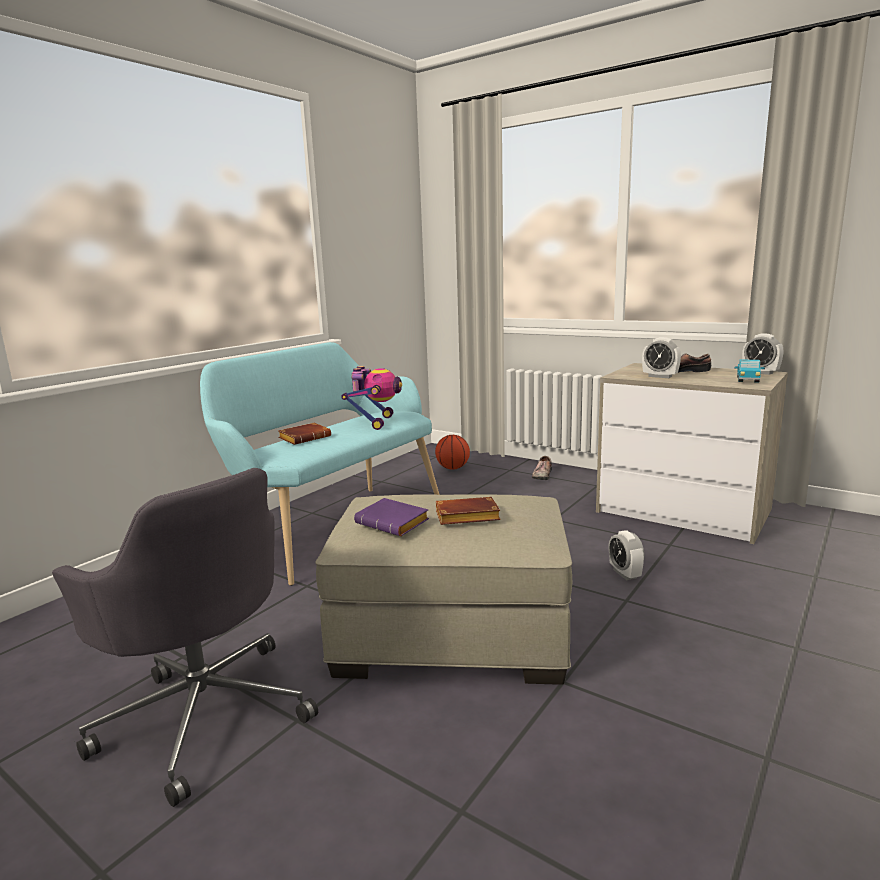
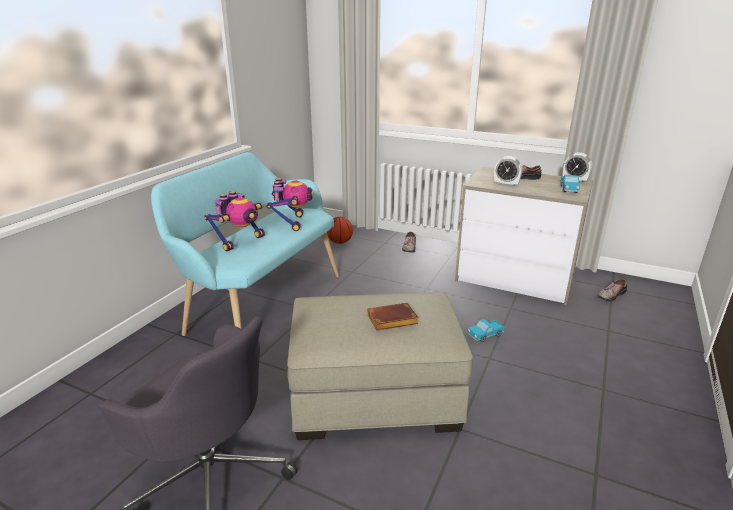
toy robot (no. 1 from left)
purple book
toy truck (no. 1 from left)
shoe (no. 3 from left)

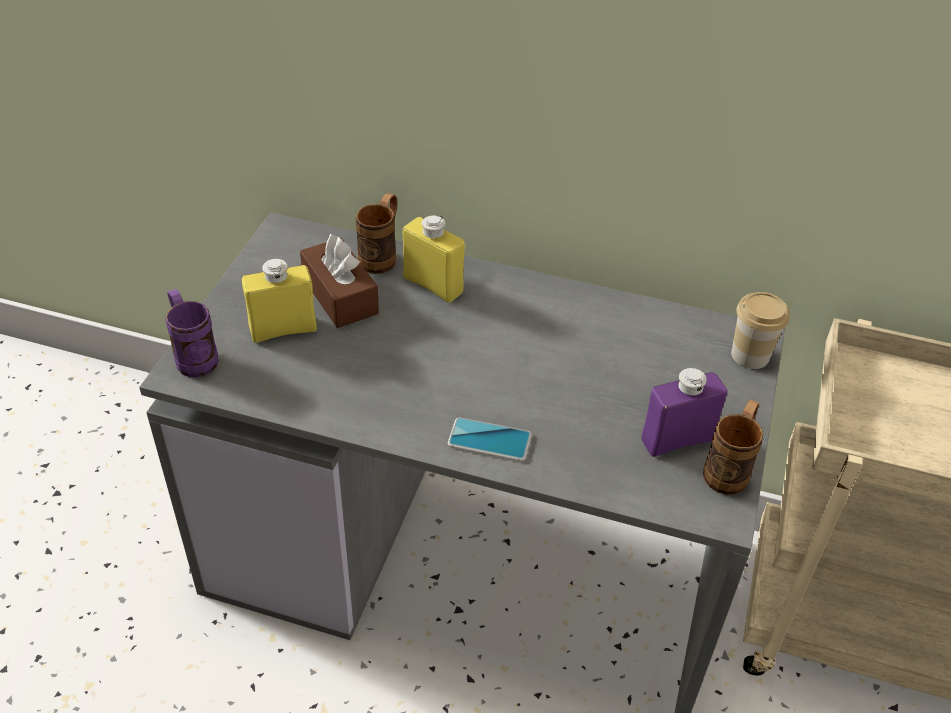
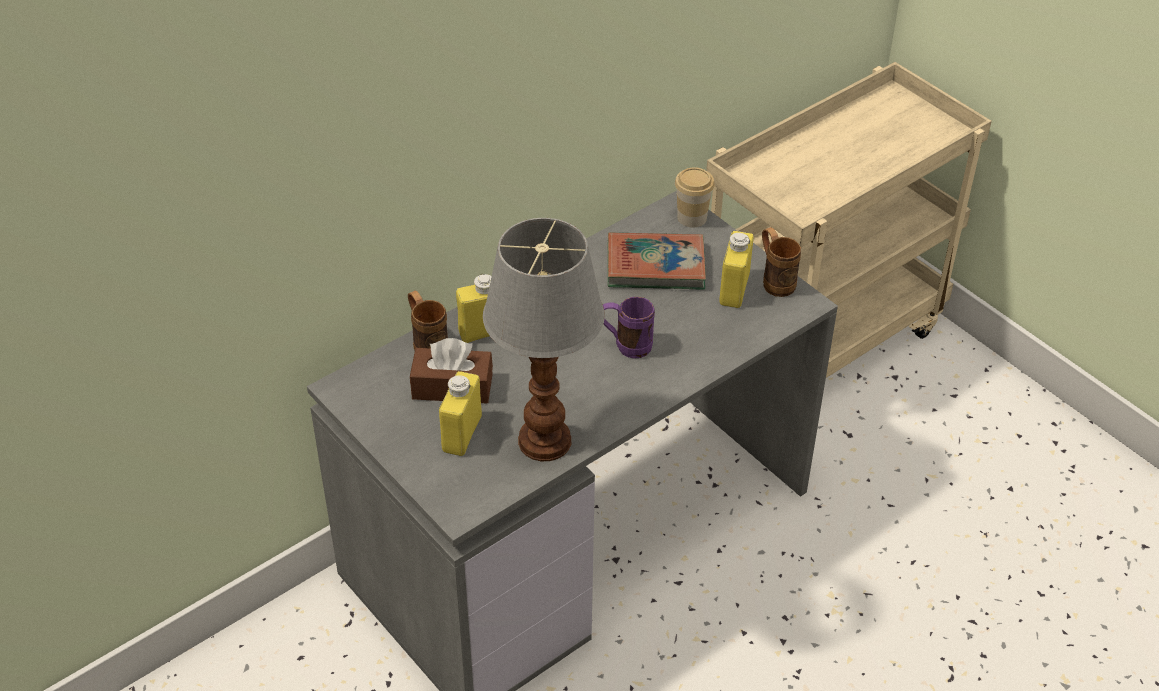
purple mug
phone
yellow bottle (no. 3 from left)
table lamp
book

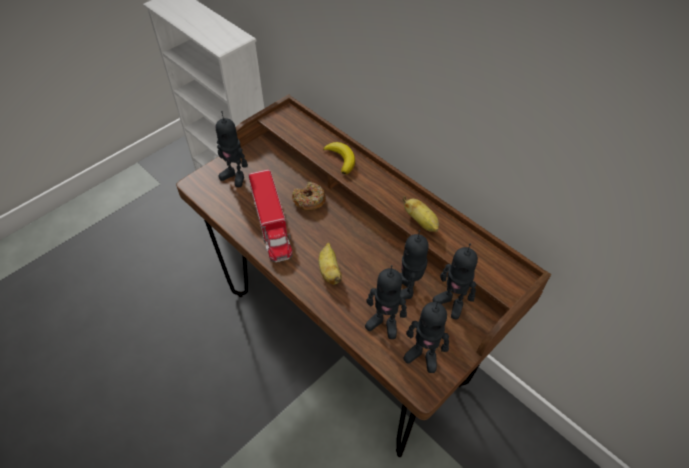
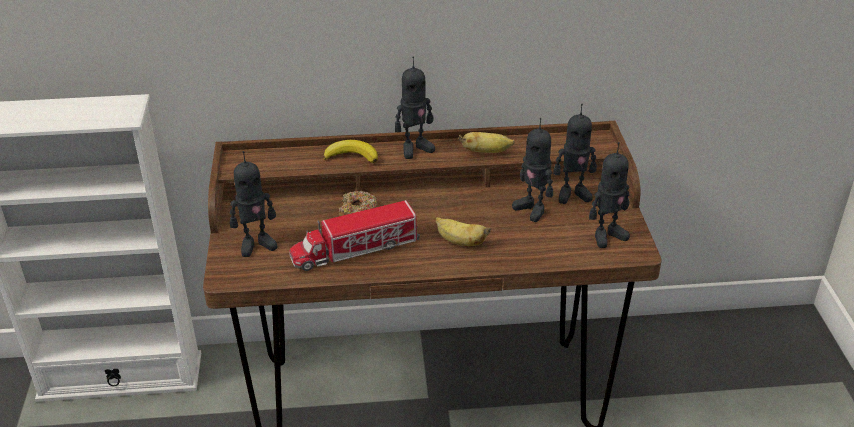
toy truck
toy robot (no. 2 from left)

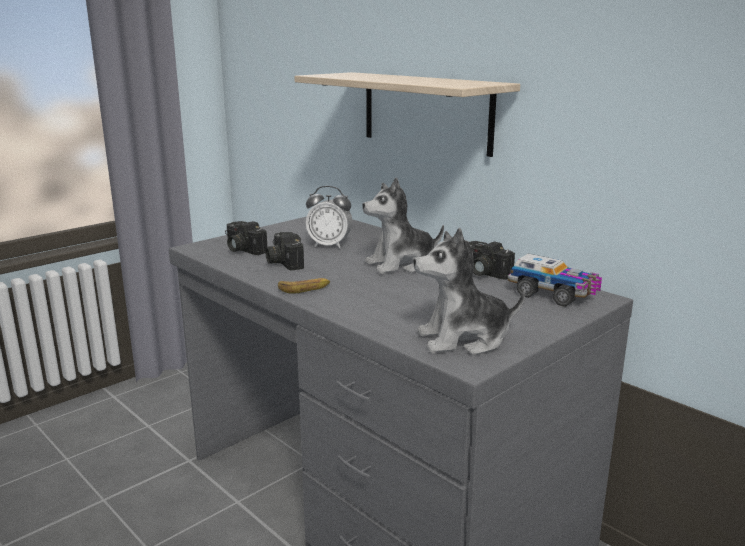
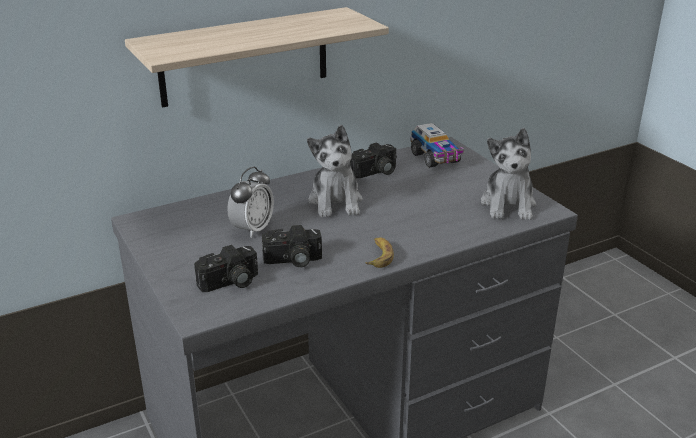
toy truck

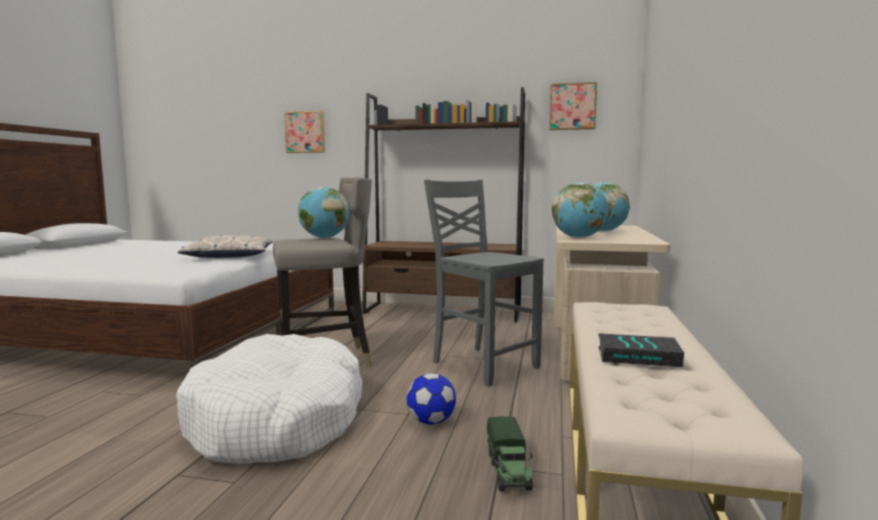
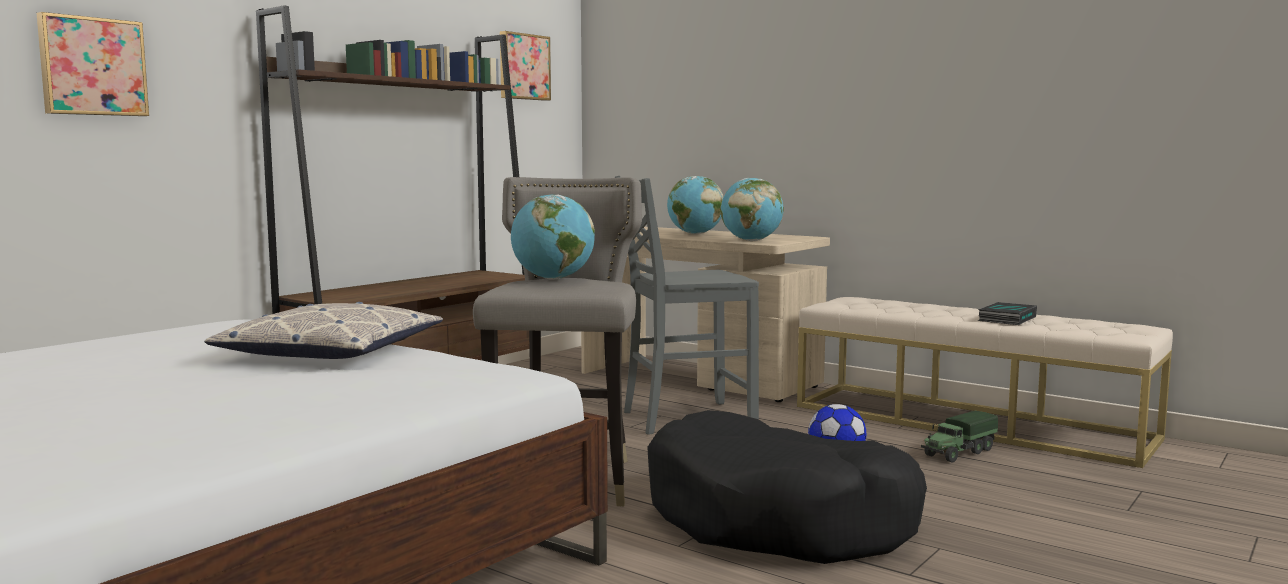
black dog bed
toy truck

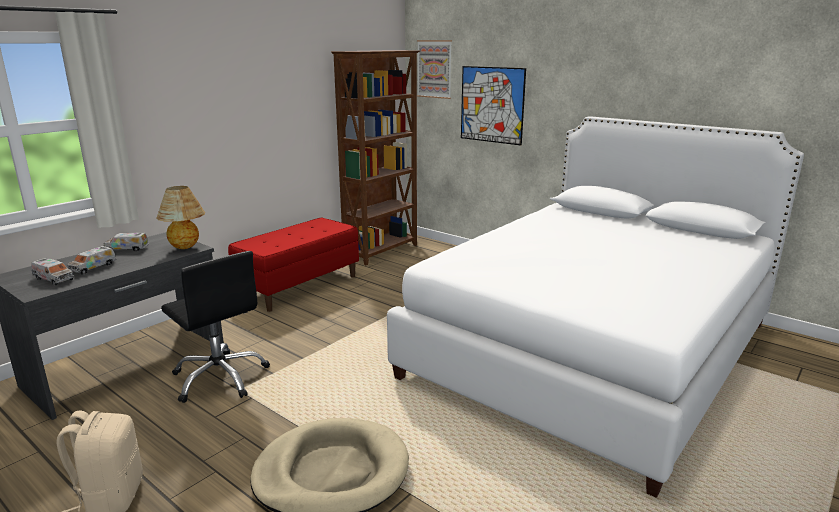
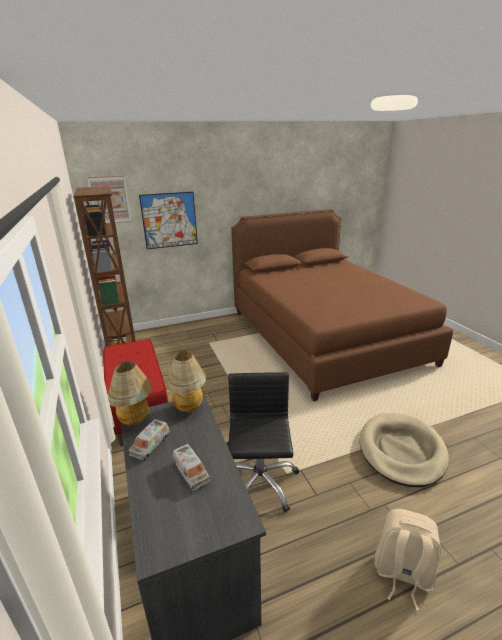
toy truck (no. 1 from left in the first image)
black office chair
brown bed
table lamp (no. 1 from left)

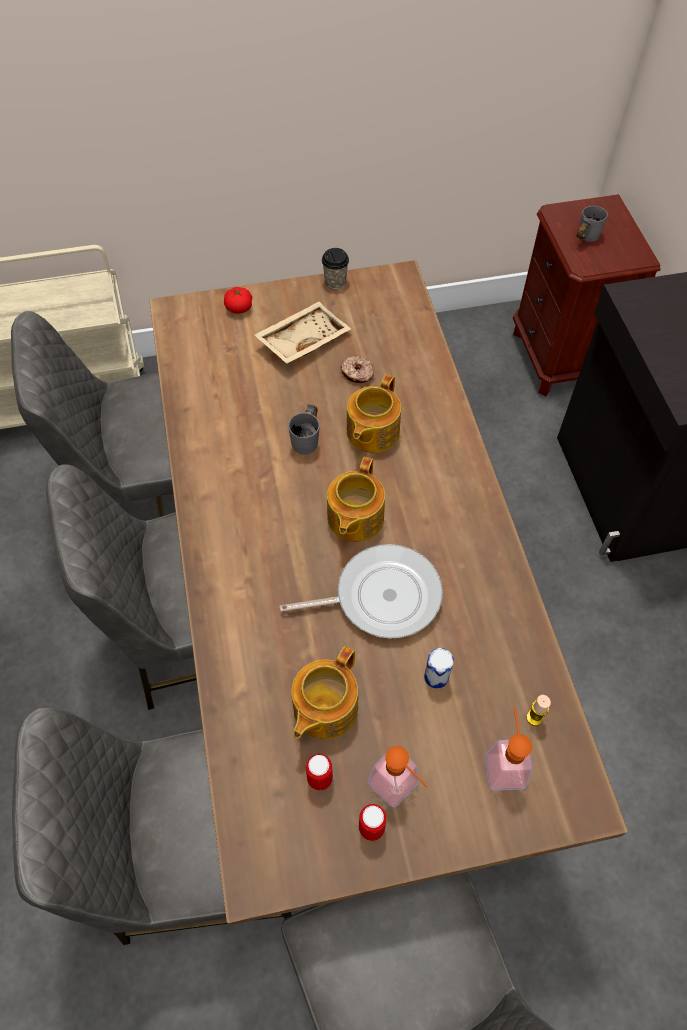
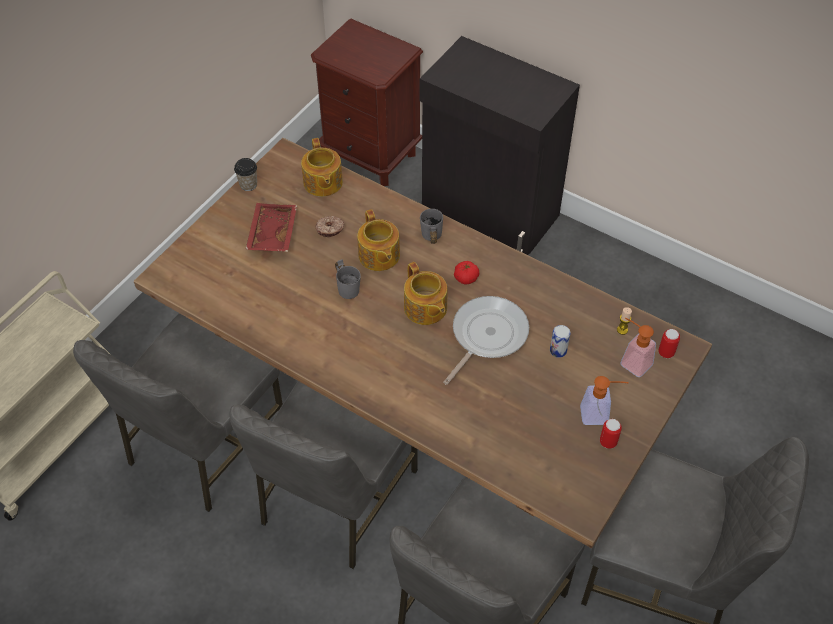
tomato
red tray
teapot (no. 1 from left)
can (no. 3 from left)
grey mug (no. 2 from left)

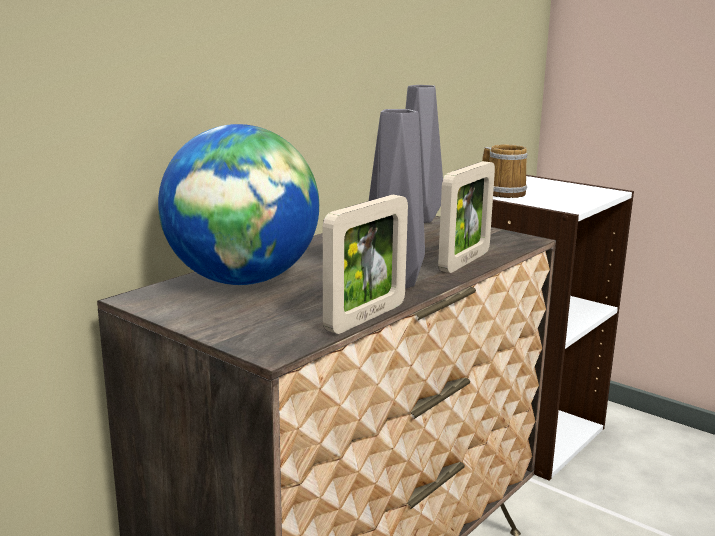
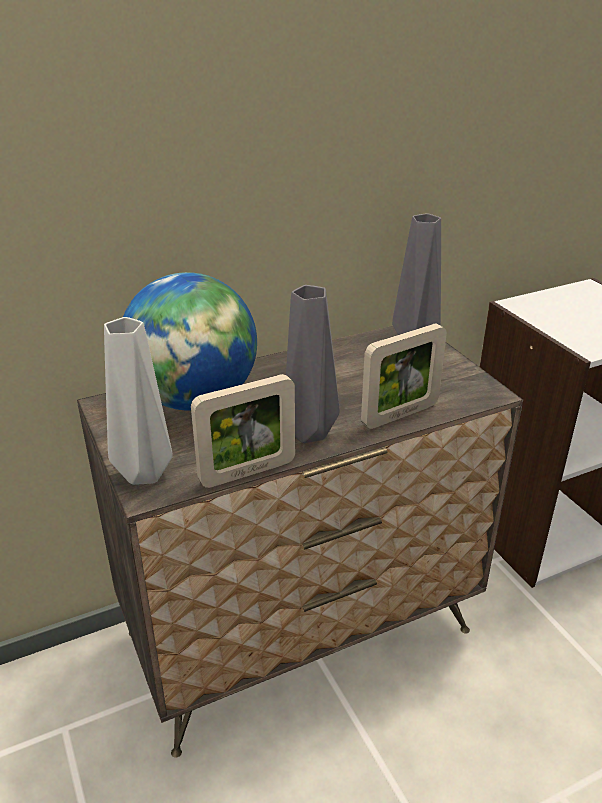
mug
grey vase (no. 1 from left)

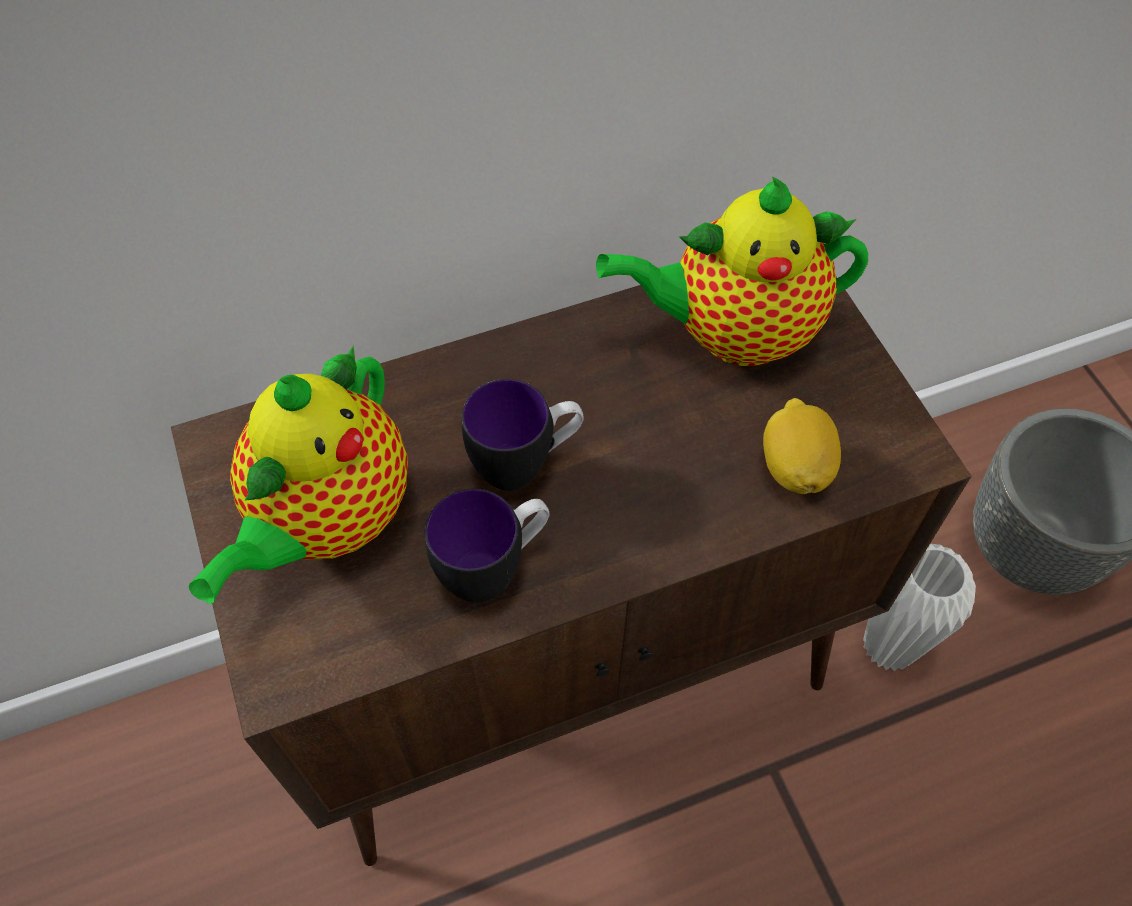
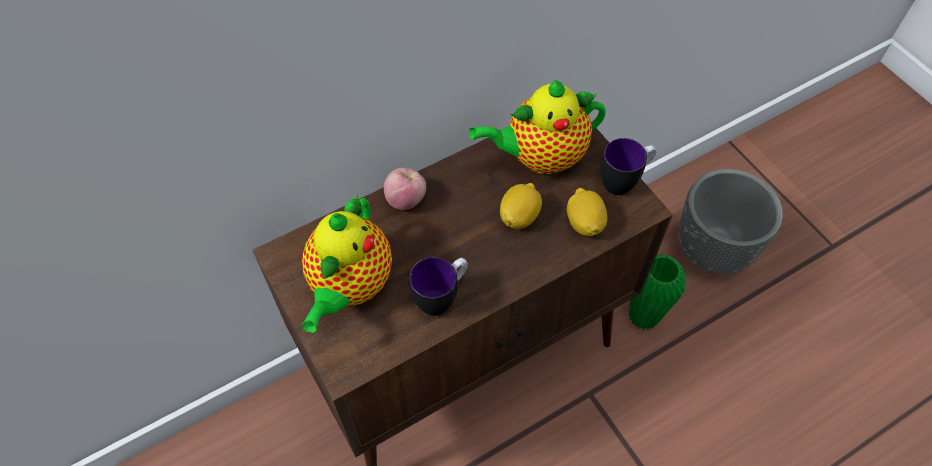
mug (no. 2 from left)
green vase
apple
lemon (no. 1 from left)

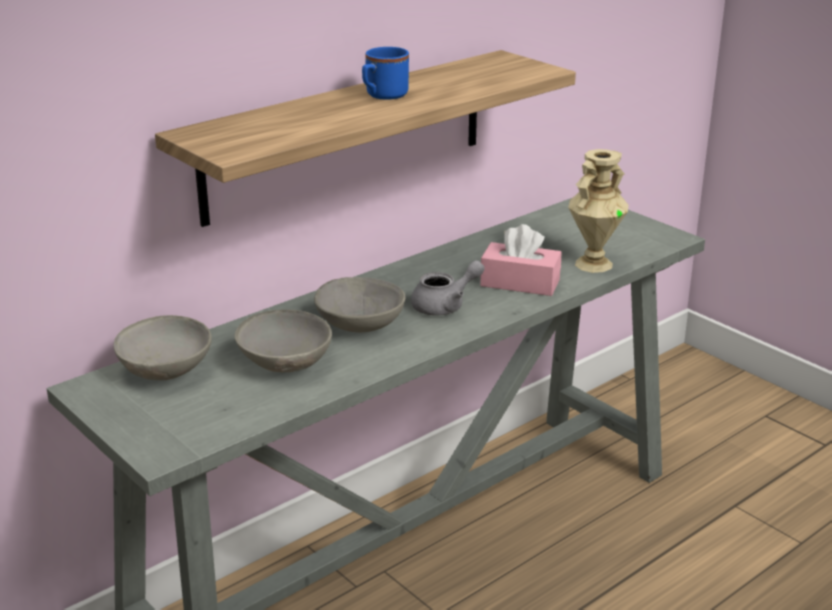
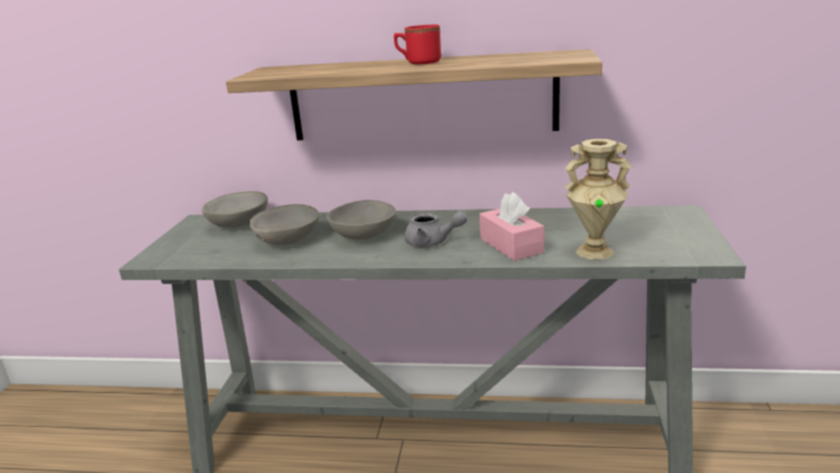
red mug

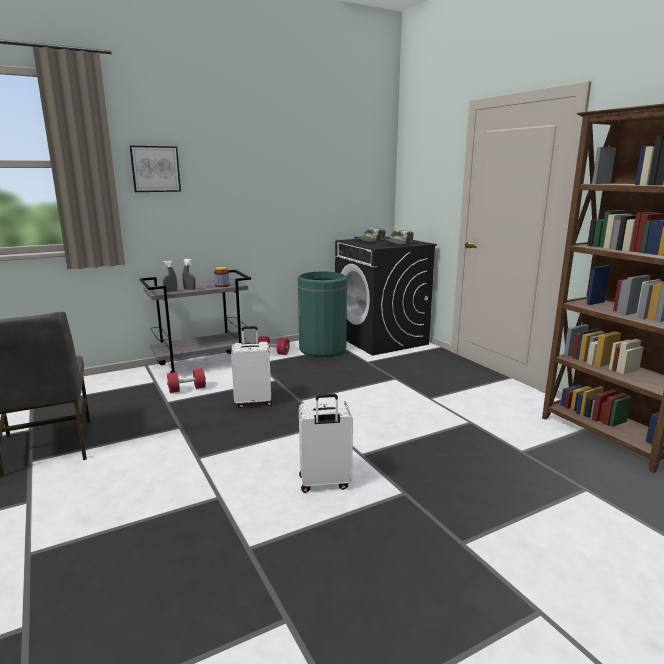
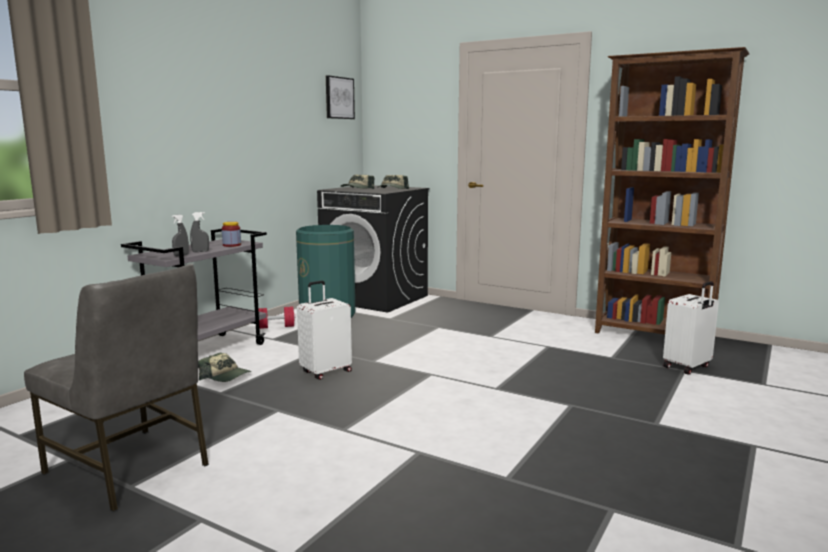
picture
cap (no. 1 from left)
white suitcase (no. 2 from left)

